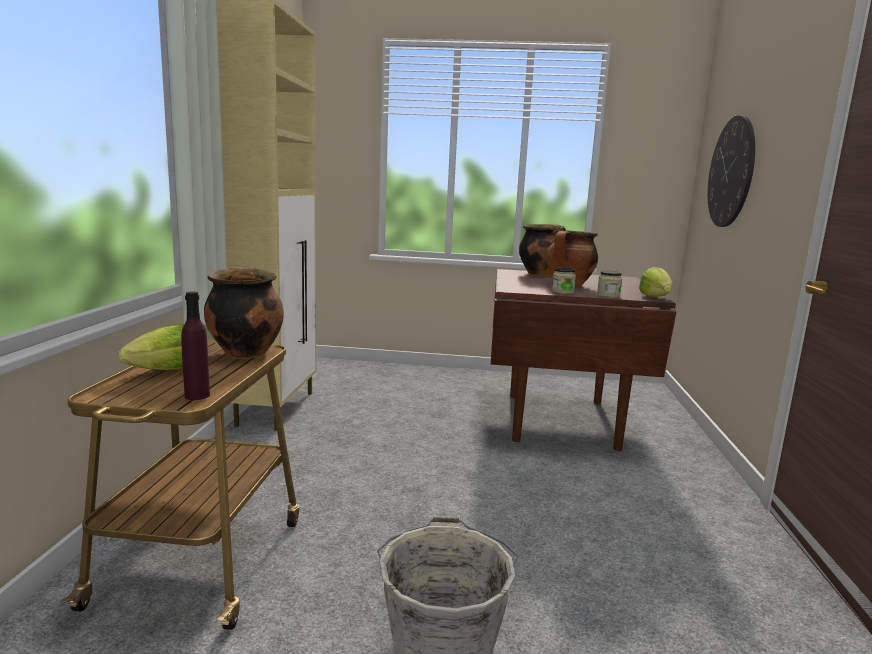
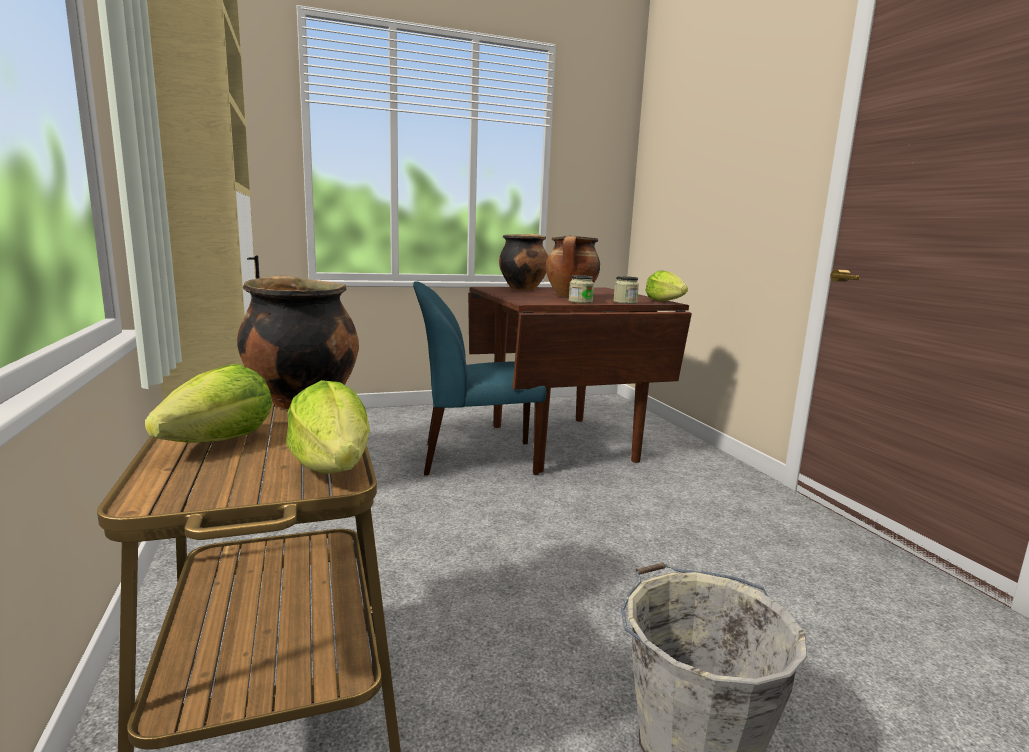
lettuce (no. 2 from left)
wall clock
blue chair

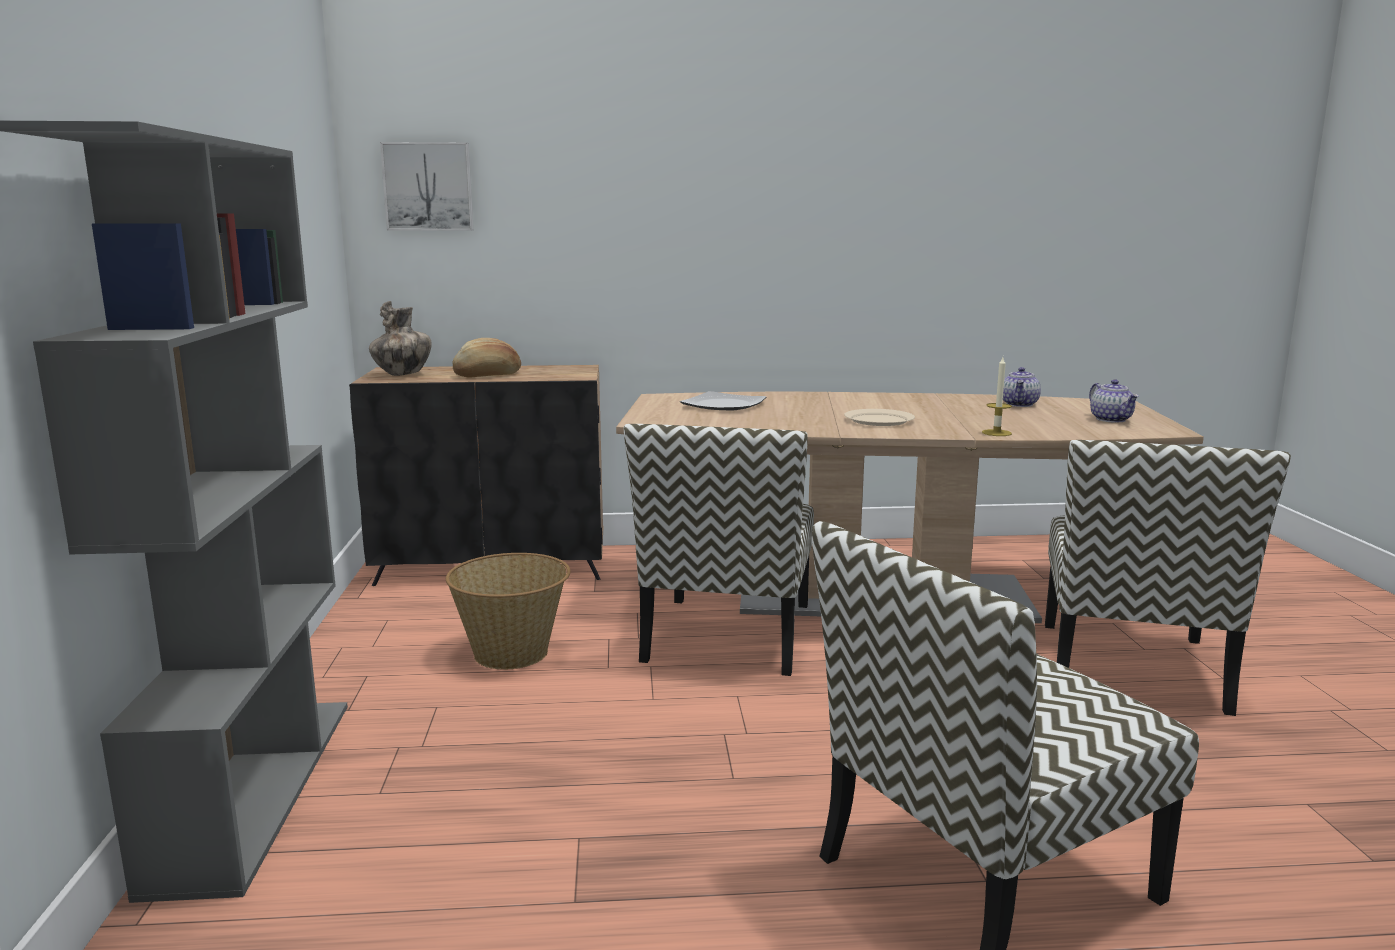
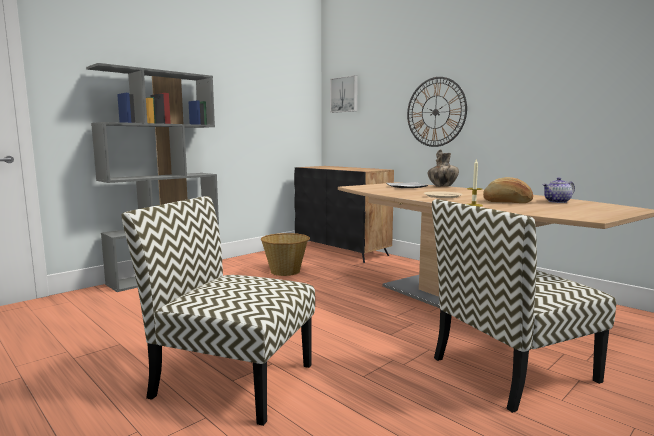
vase
bread
chair (no. 1 from left in the first image)
teapot (no. 2 from left in the first image)
wall clock

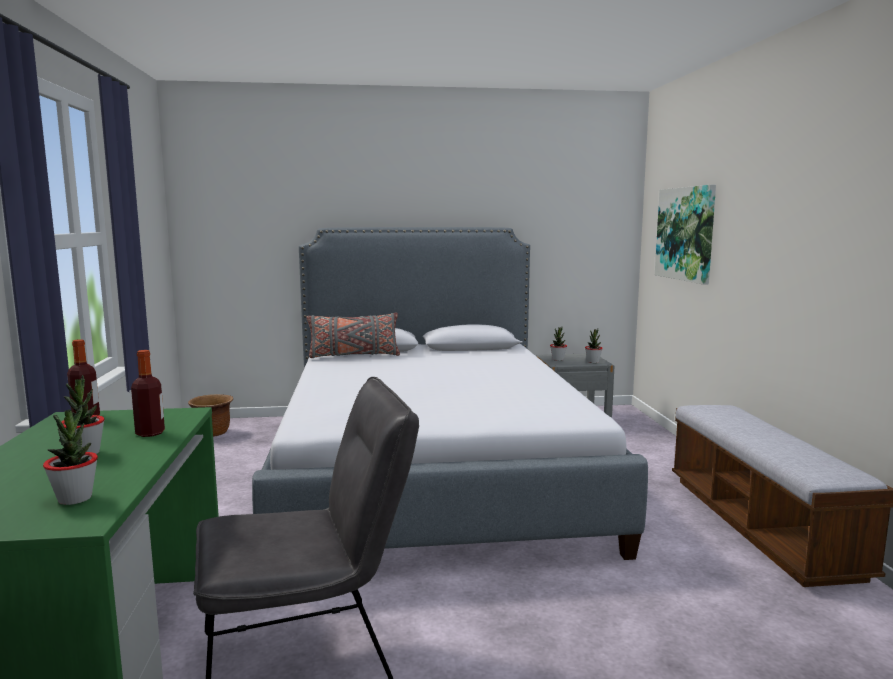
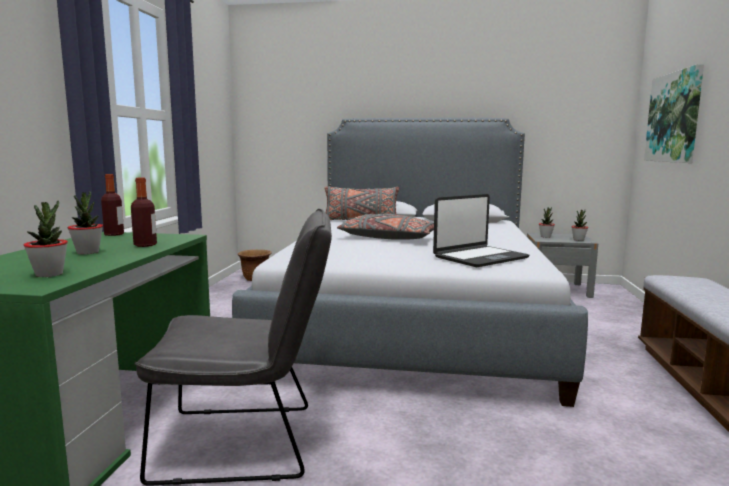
grey pillow (no. 2 from left)
laptop

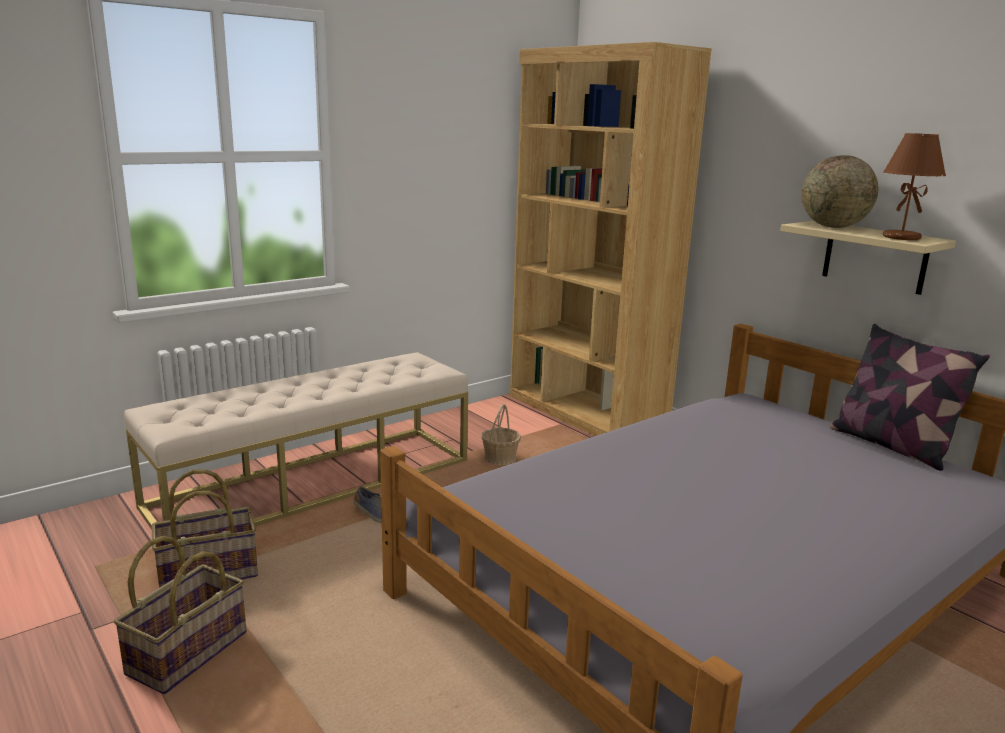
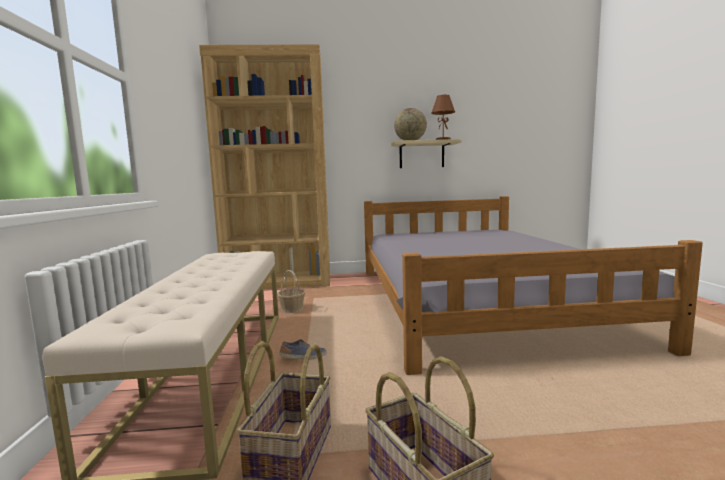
pillow

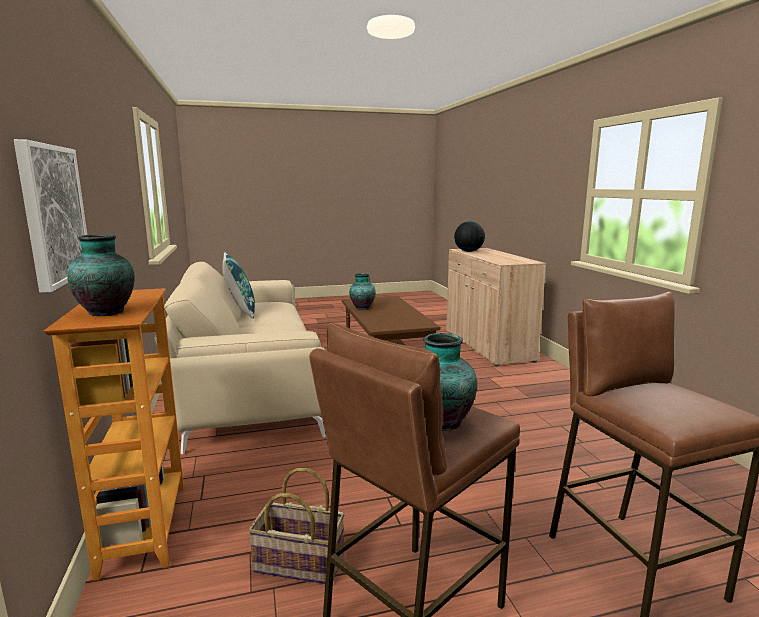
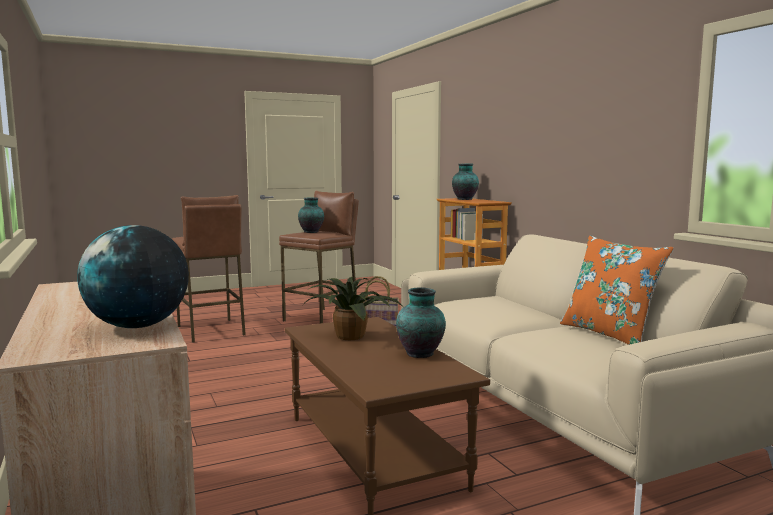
picture
orange pillow
potted plant

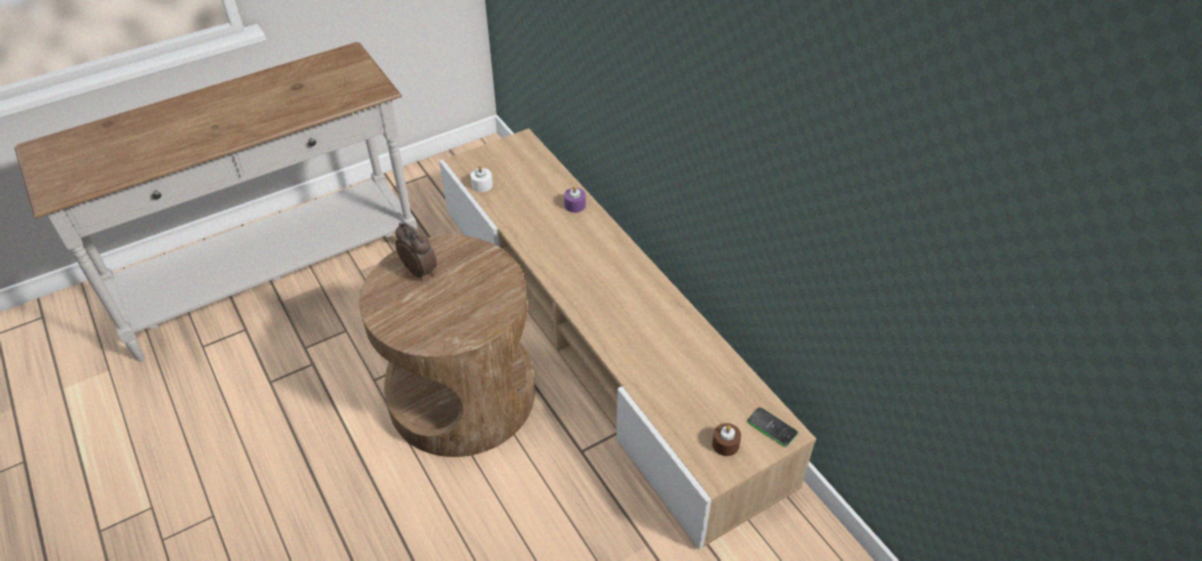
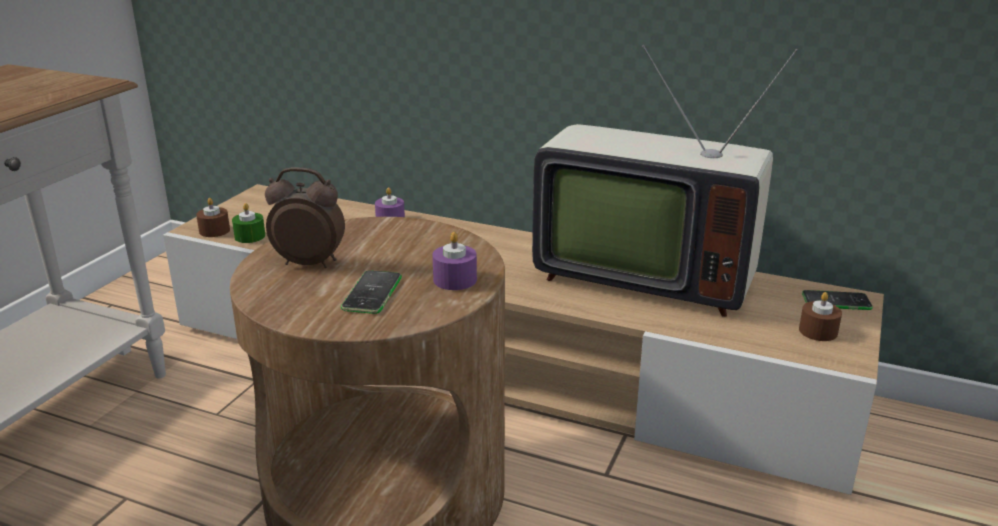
green candle
brown candle (no. 1 from left)
phone (no. 1 from left)
purple candle (no. 2 from left)
television

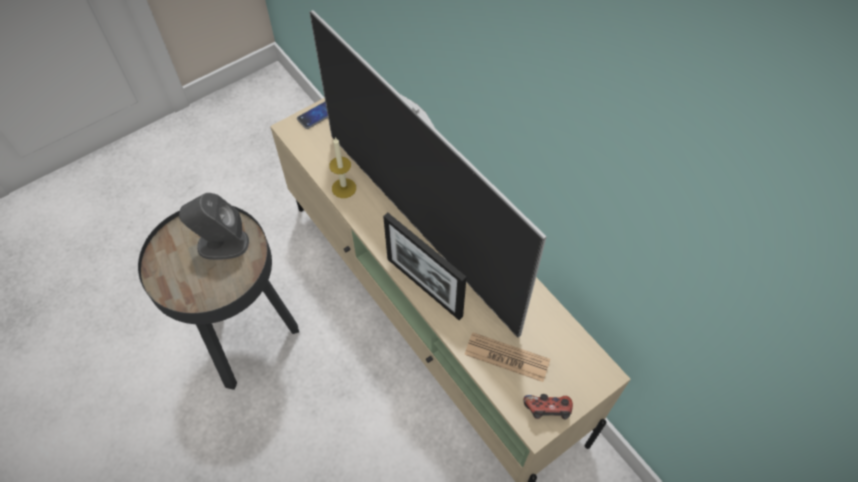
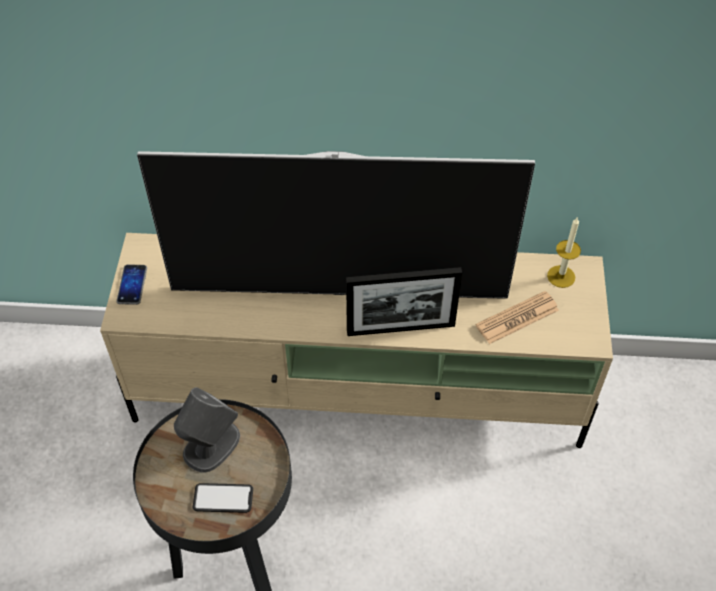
candle
game controller
phone (no. 2 from left)

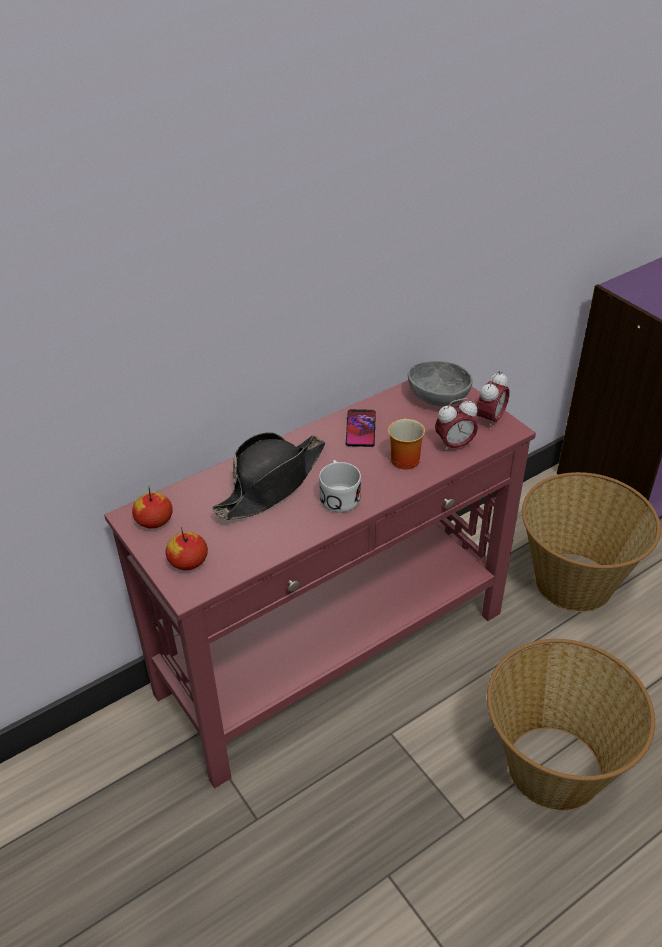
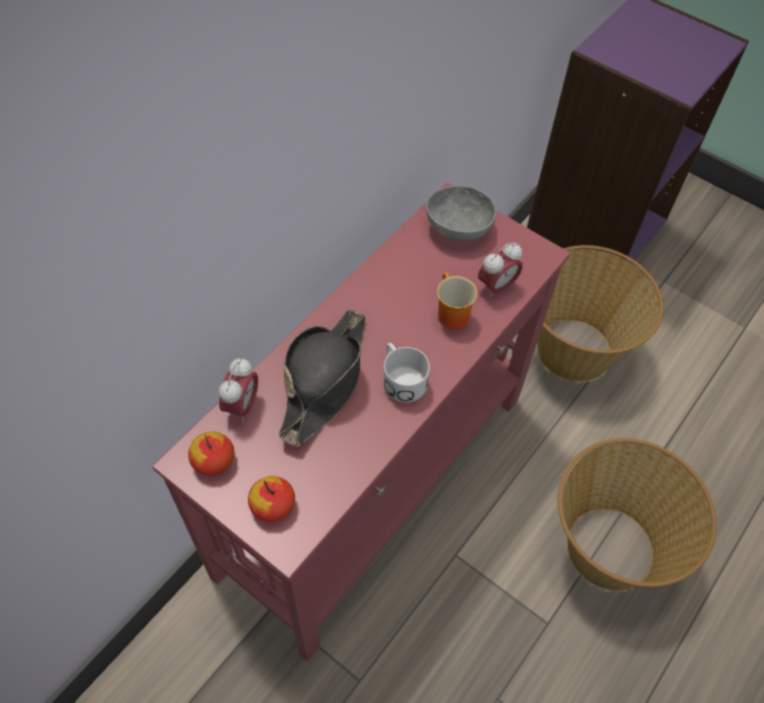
phone
alarm clock (no. 1 from left)

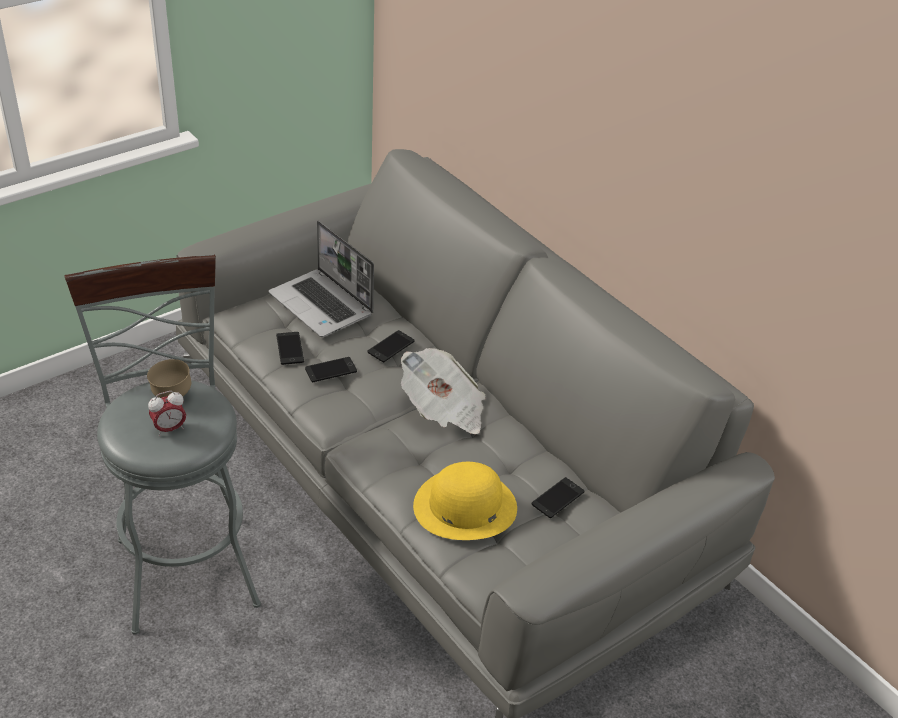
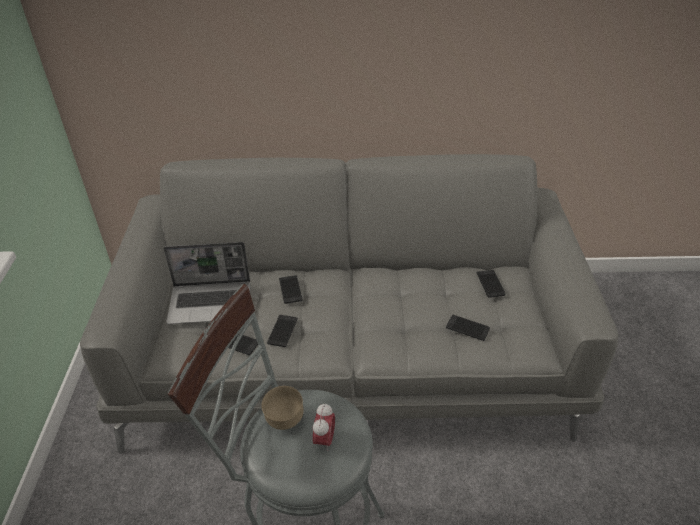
newspaper
phone (no. 4 from left)

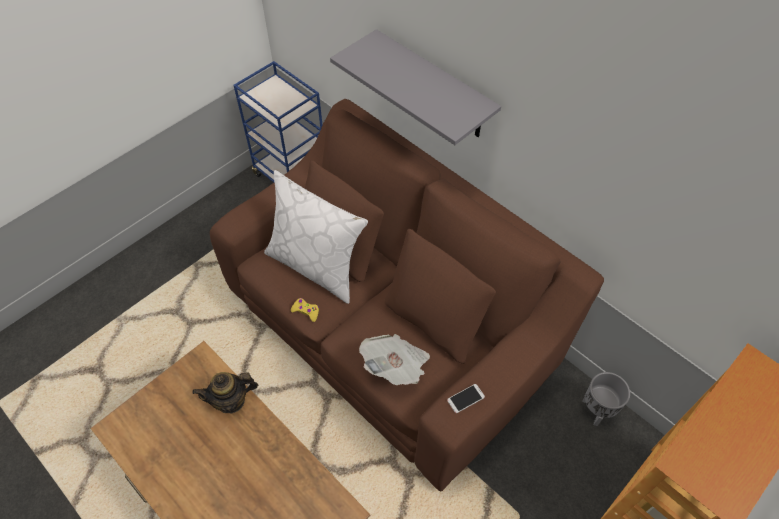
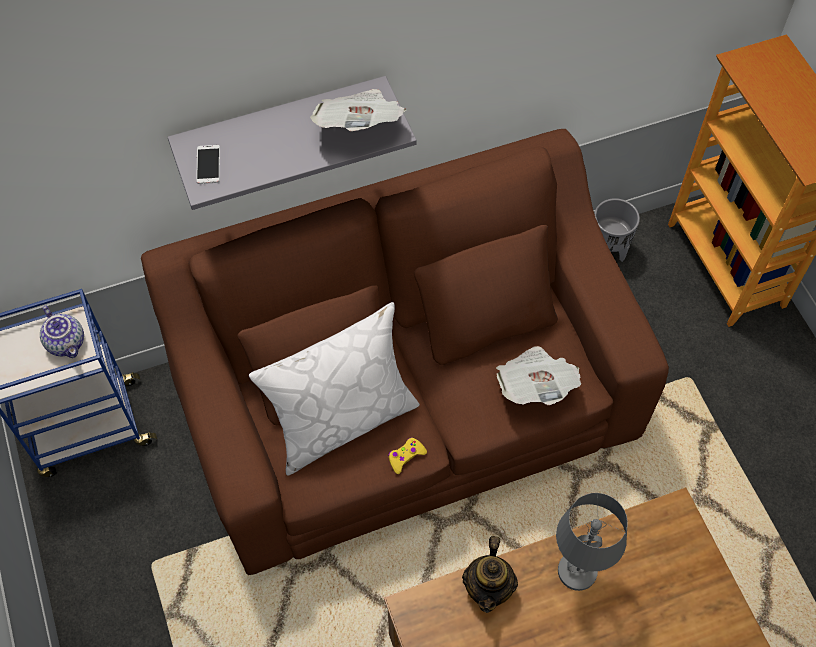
phone
teapot (no. 1 from left)
newspaper (no. 1 from left)
grey table lamp

